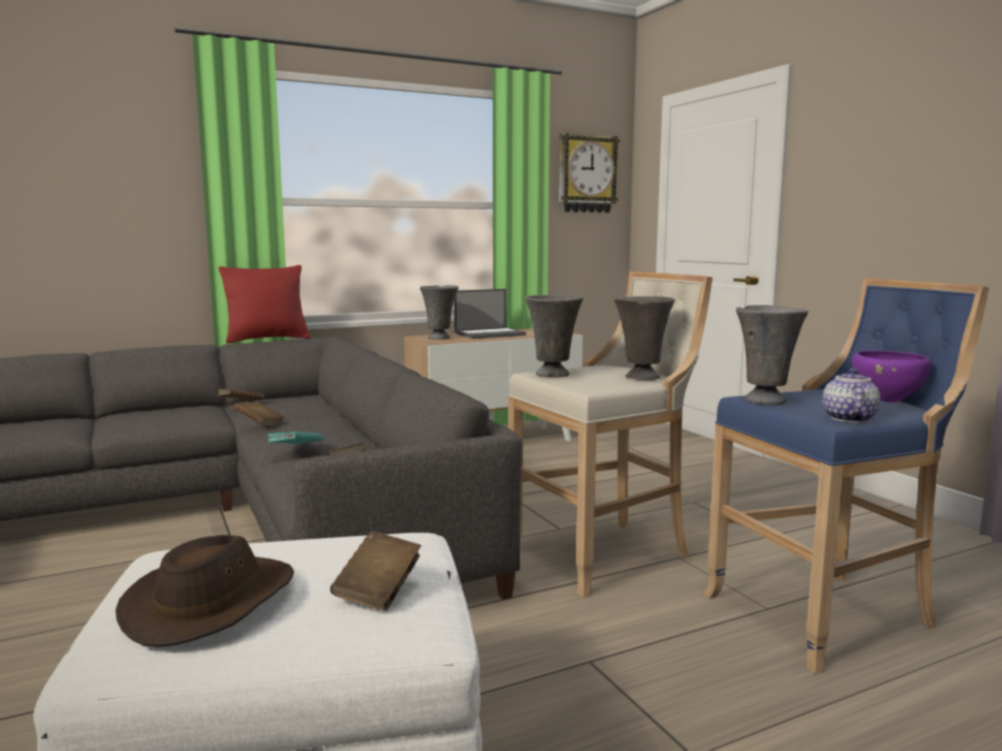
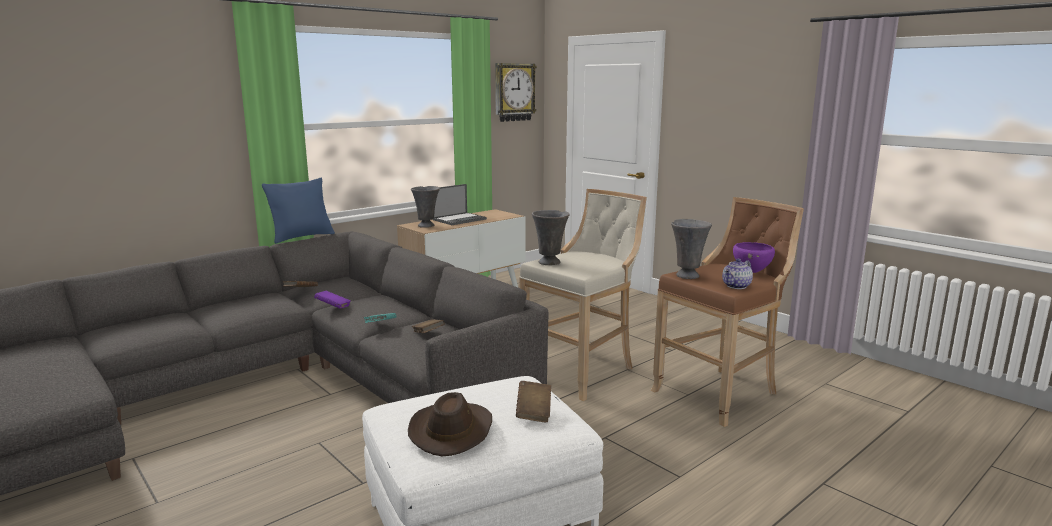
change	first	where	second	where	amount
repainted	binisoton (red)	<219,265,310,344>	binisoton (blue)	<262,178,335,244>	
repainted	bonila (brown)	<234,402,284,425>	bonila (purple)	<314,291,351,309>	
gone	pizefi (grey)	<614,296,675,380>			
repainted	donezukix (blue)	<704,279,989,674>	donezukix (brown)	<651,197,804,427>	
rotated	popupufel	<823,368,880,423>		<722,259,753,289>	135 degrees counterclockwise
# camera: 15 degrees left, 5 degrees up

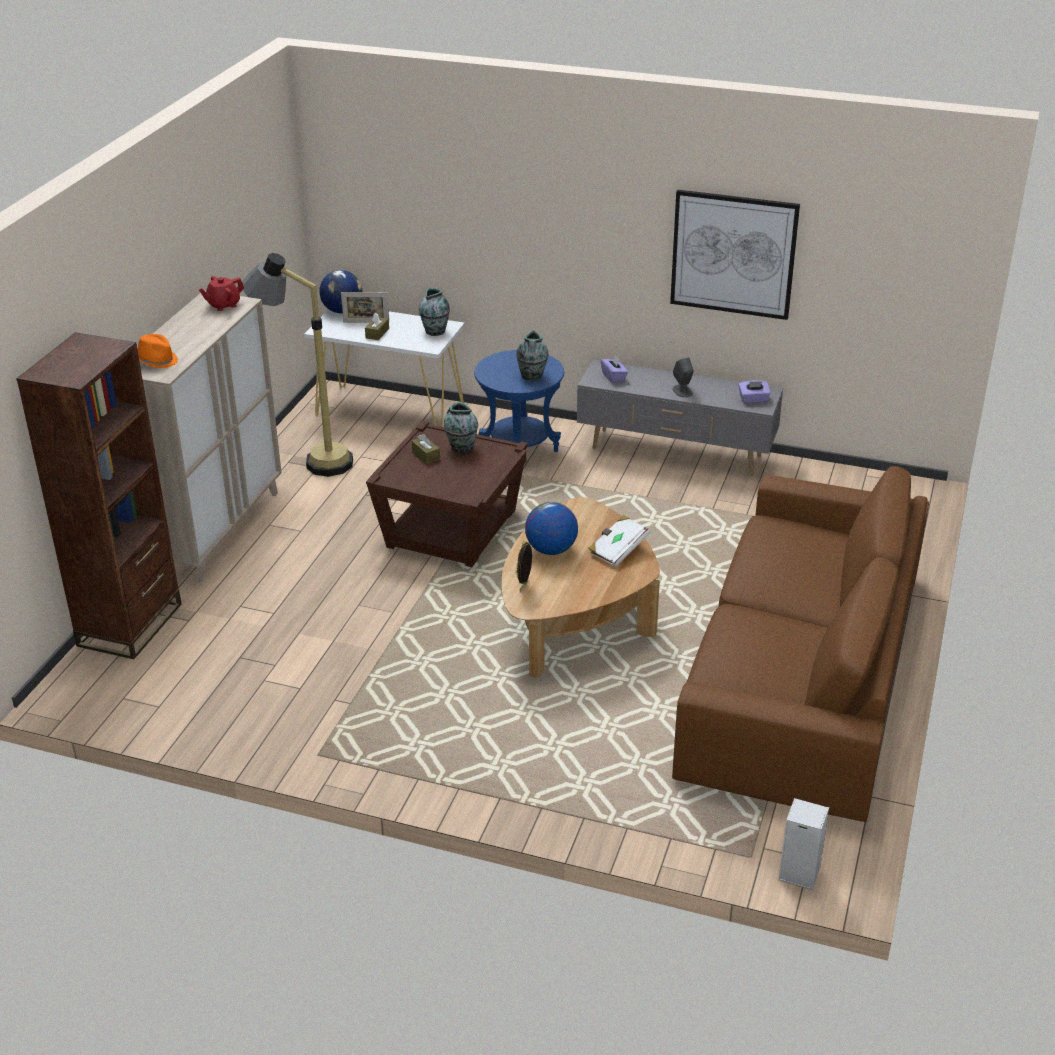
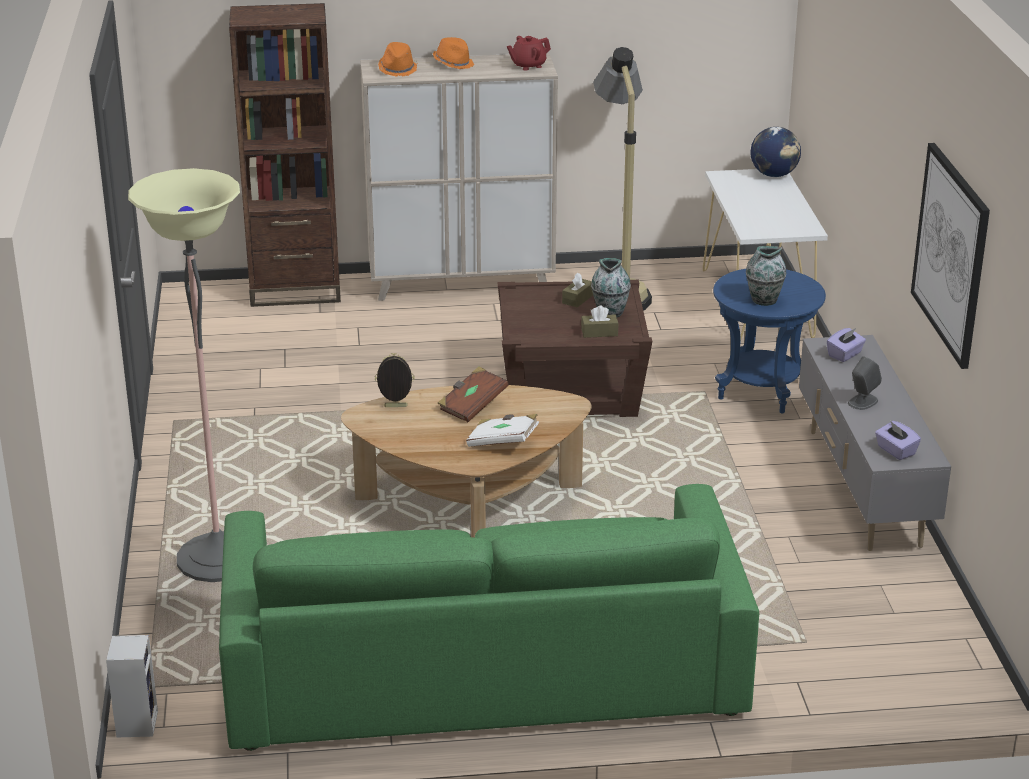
change	first	where	second	where	amount
rotated	popupufel (red)	<199,276,244,311>		<507,36,551,71>	60 degrees counterclockwise
gone	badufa	<341,292,389,323>			
shifted	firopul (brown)	<365,313,389,340>		<581,305,619,338>	
gone	pizefi	<419,288,450,336>			
swapped	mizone	<525,502,578,555>	bonila (brown)	<438,366,509,422>	
repainted	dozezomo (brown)	<672,466,929,822>	dozezomo (green)	<219,484,759,751>	
new			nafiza	<128,168,240,582>	
new			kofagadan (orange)	<433,37,474,69>	
# camera: 65 degrees right, 5 degrees down

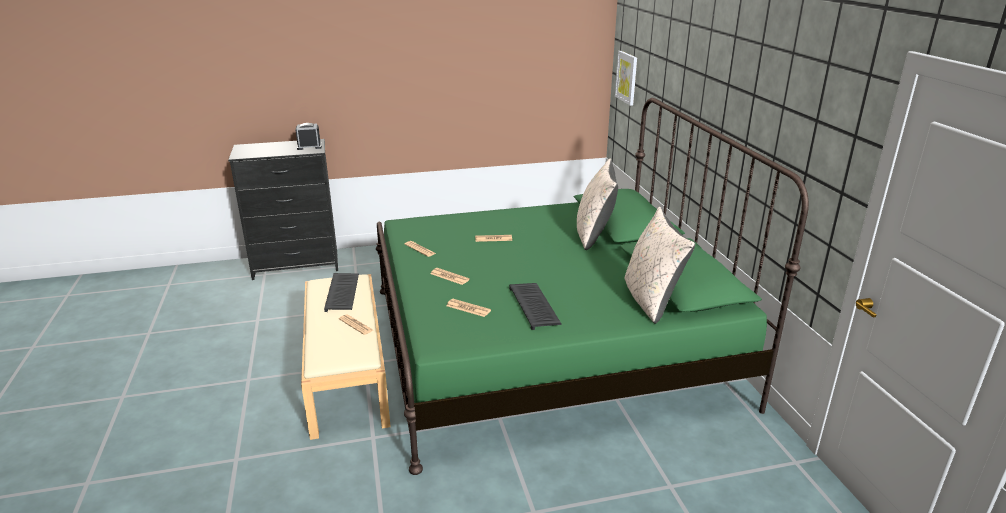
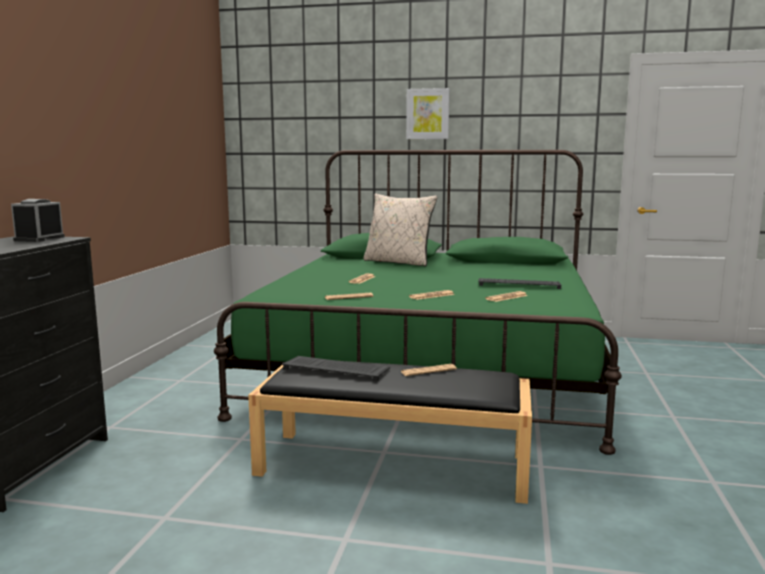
change	first	where	second	where	amount
repainted	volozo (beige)	<301,274,391,440>	volozo (black)	<248,361,532,504>	
shifted	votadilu	<615,51,637,106>		<406,88,450,139>	
gone	binisoton (beige)	<624,207,695,324>			
# camera: 65 degrees left, 15 degrees down

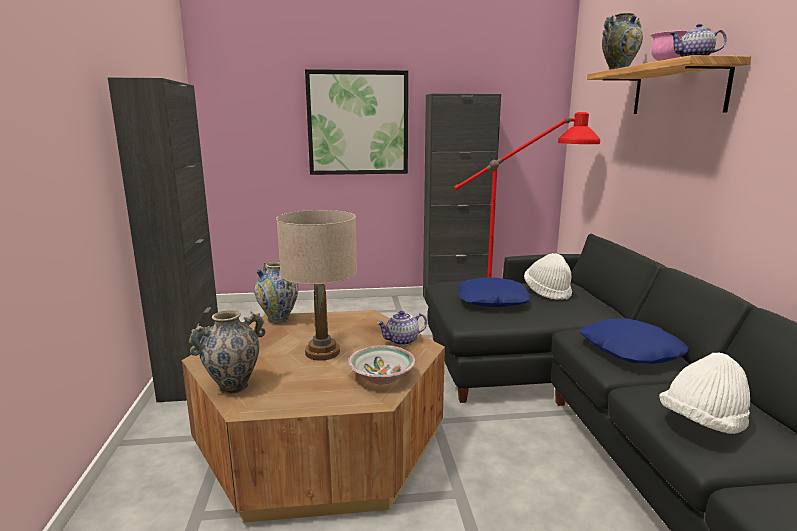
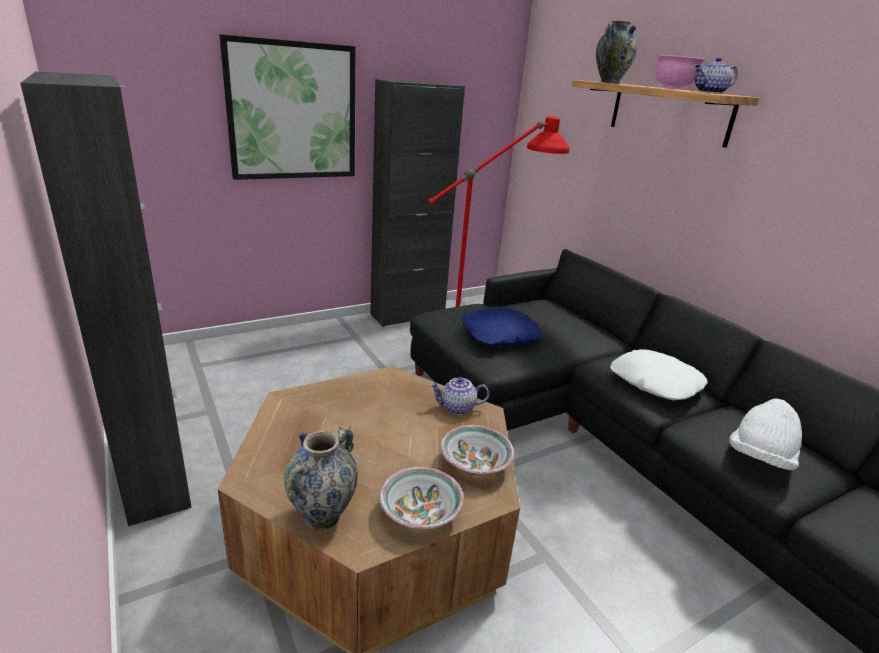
change	first	where	second	where	amount
gone	pizefi	<254,261,298,324>			
gone	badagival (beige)	<276,210,357,360>			
rotated	popupufel	<376,311,427,346>		<429,377,489,415>	45 degrees clockwise
gone	kofagadan (white)	<524,253,572,300>			
repainted	binisoton (blue)	<580,318,689,364>	binisoton (white)	<611,349,708,401>	
new			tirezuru	<379,467,464,529>	
# camera: 25 degrees left, 10 degrees up

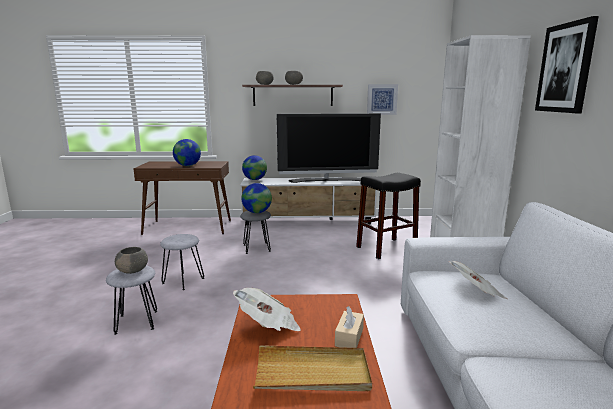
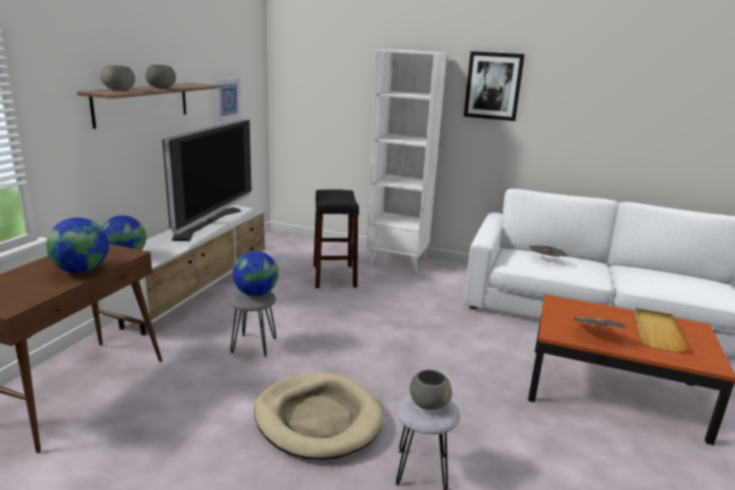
change	first	where	second	where	amount
swapped	donezukix (grey)	<160,234,204,290>	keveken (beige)	<254,373,384,460>	
gone	firopul (beige)	<335,306,364,348>			
# camera: 70 degrees left, 5 degrees up

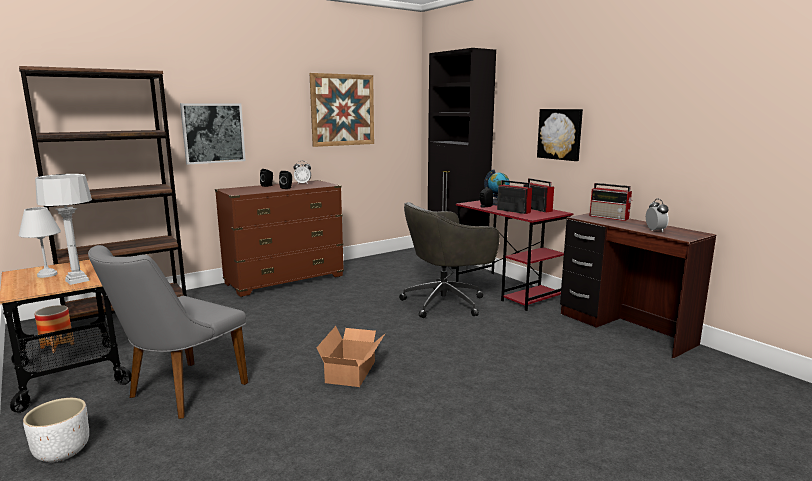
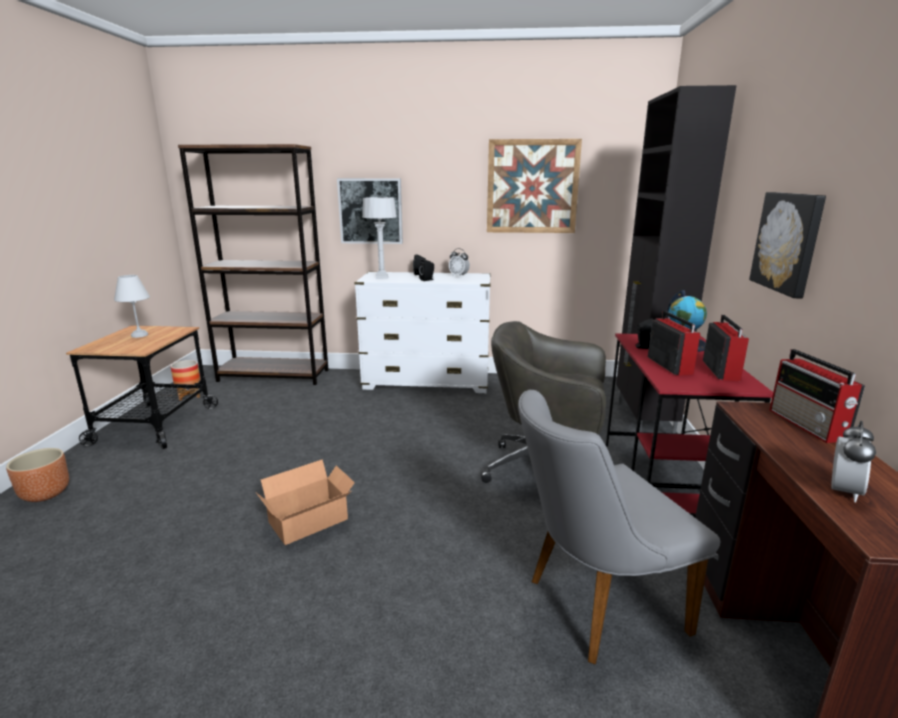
change	first	where	second	where	amount
repainted	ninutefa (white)	<23,398,89,462>	ninutefa (brown)	<6,448,69,502>	
shifted	badagival (grey)	<35,174,92,285>		<362,197,397,279>	
shifted	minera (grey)	<88,245,248,419>		<518,390,721,665>	
repainted	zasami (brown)	<215,180,344,297>	zasami (white)	<355,272,491,393>	
# camera: 40 degrees right, 5 degrees up

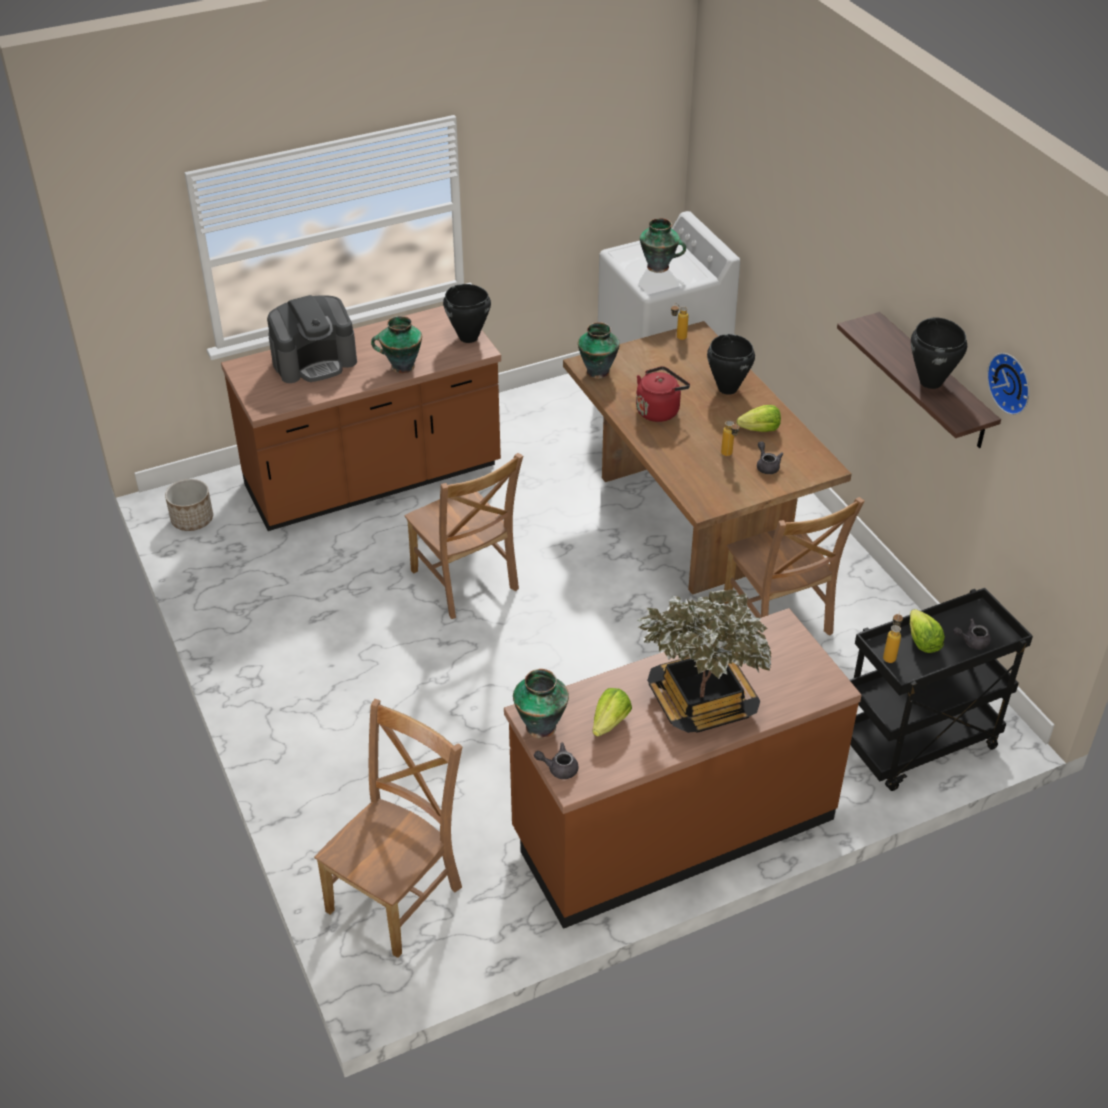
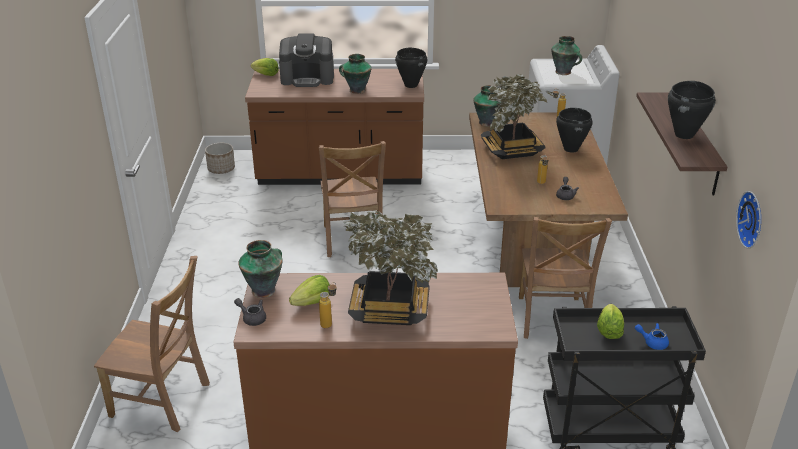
change	first	where	second	where	amount
rotated	minera (brown)	<314,699,462,958>		<94,256,210,432>	45 degrees clockwise
swapped	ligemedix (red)	<636,366,690,422>	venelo	<481,74,553,159>	
shifted	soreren	<737,405,781,432>		<251,58,279,76>	
shifted	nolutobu	<883,612,903,663>		<319,282,336,328>	
repainted	popupufel (grey)	<953,618,991,650>	popupufel (blue)	<635,323,669,350>	
shifted	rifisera	<987,353,1029,415>		<736,191,761,249>	
# camera: 25 degrees right, 10 degrees down

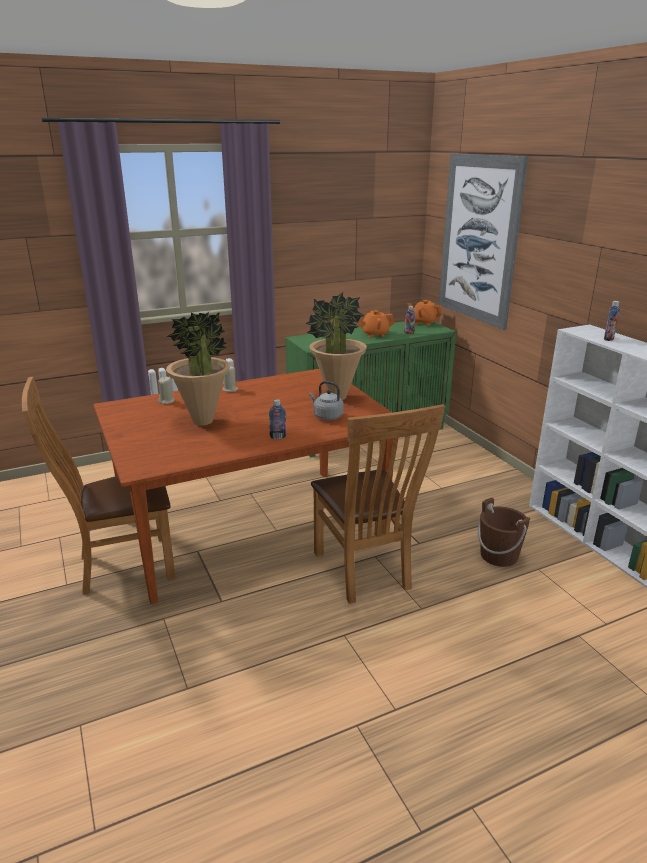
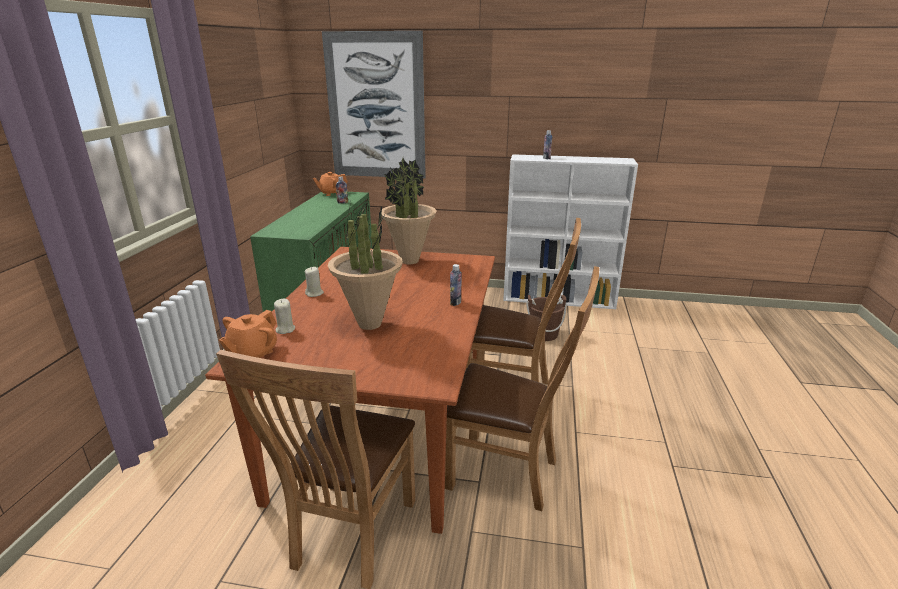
change	first	where	second	where	amount
gone	ligemedix (grey)	<309,381,344,420>			
shifted	popupufel (orange)	<358,310,394,337>		<219,310,277,358>	
new			minera (brown)	<445,266,599,511>	
# camera: 55 degrees left, 0 degrees up

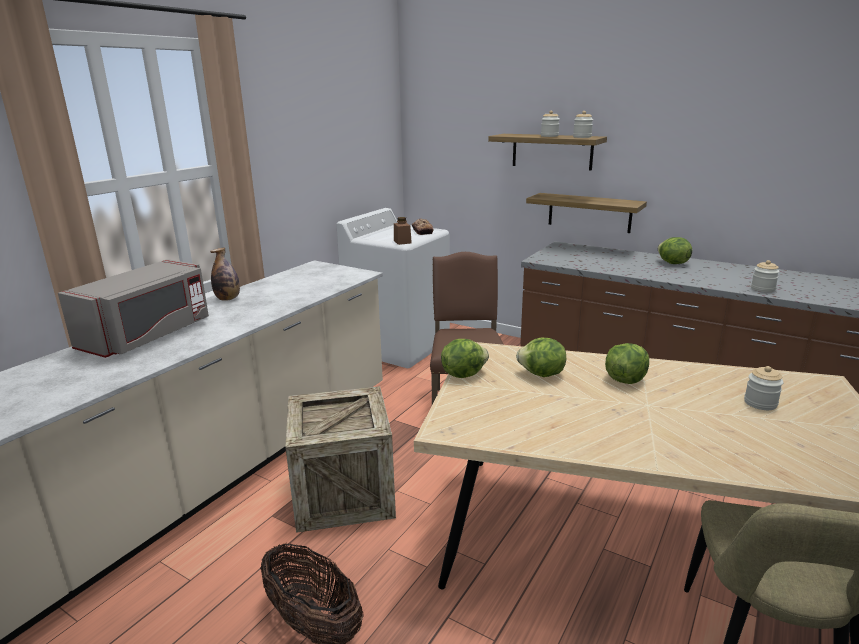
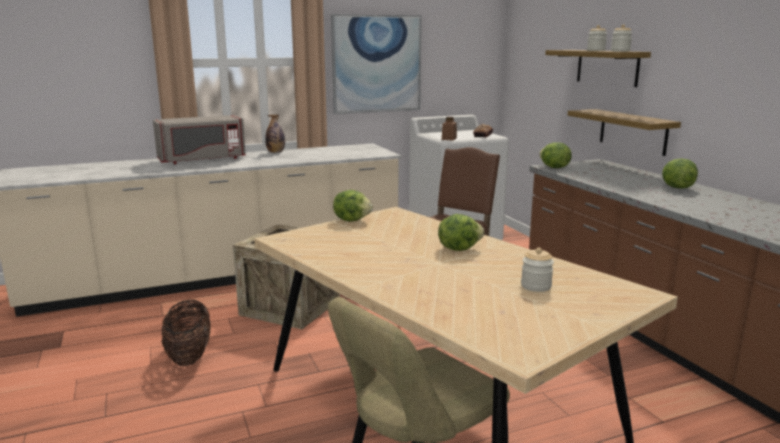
change	first	where	second	where	amount
shifted	soreren	<516,338,566,377>		<539,142,572,168>	
gone	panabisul	<751,260,780,292>			
new			votadilu	<331,14,422,114>	
# camera: 35 degrees right, 5 degrees down

